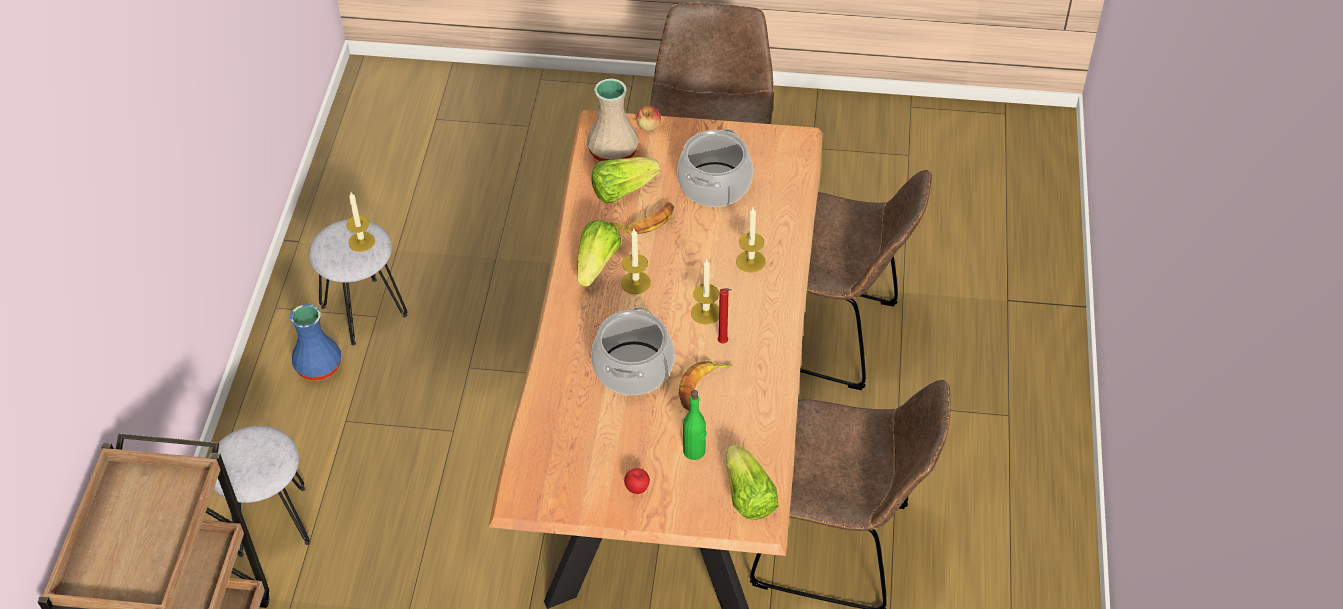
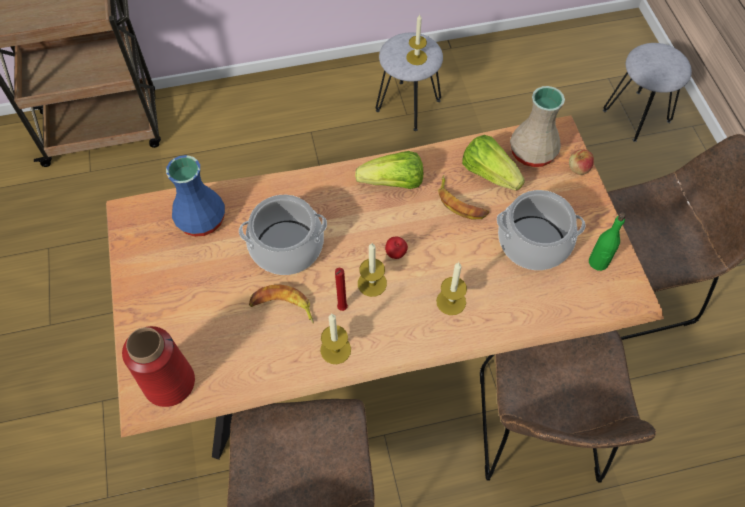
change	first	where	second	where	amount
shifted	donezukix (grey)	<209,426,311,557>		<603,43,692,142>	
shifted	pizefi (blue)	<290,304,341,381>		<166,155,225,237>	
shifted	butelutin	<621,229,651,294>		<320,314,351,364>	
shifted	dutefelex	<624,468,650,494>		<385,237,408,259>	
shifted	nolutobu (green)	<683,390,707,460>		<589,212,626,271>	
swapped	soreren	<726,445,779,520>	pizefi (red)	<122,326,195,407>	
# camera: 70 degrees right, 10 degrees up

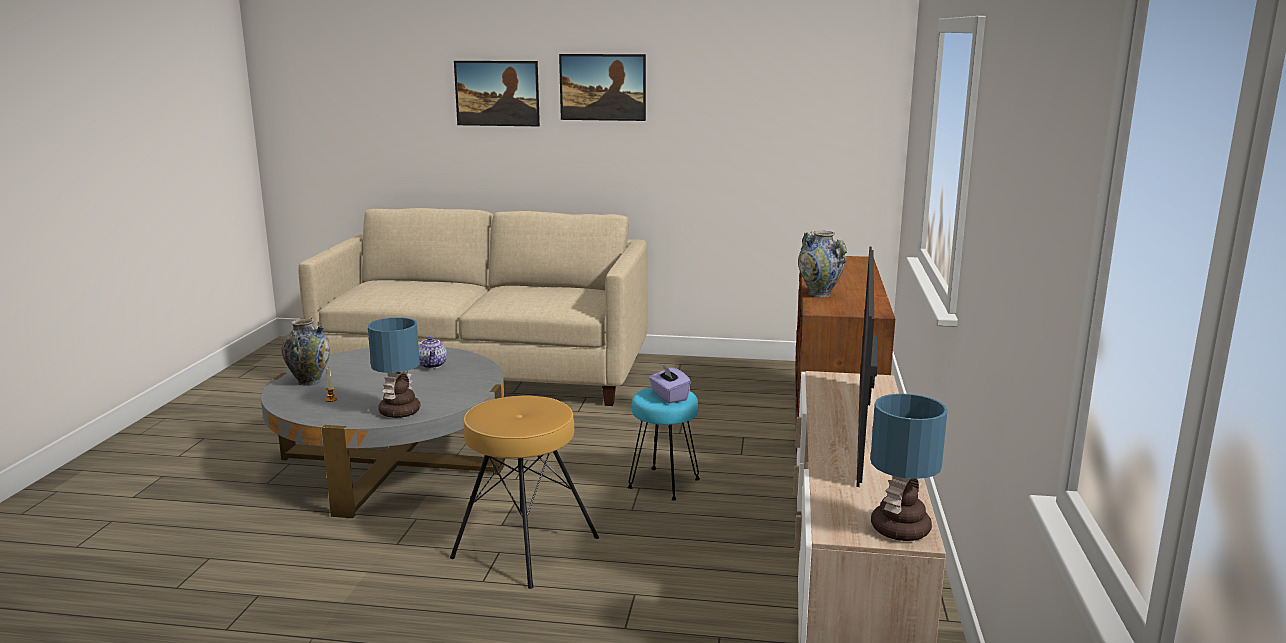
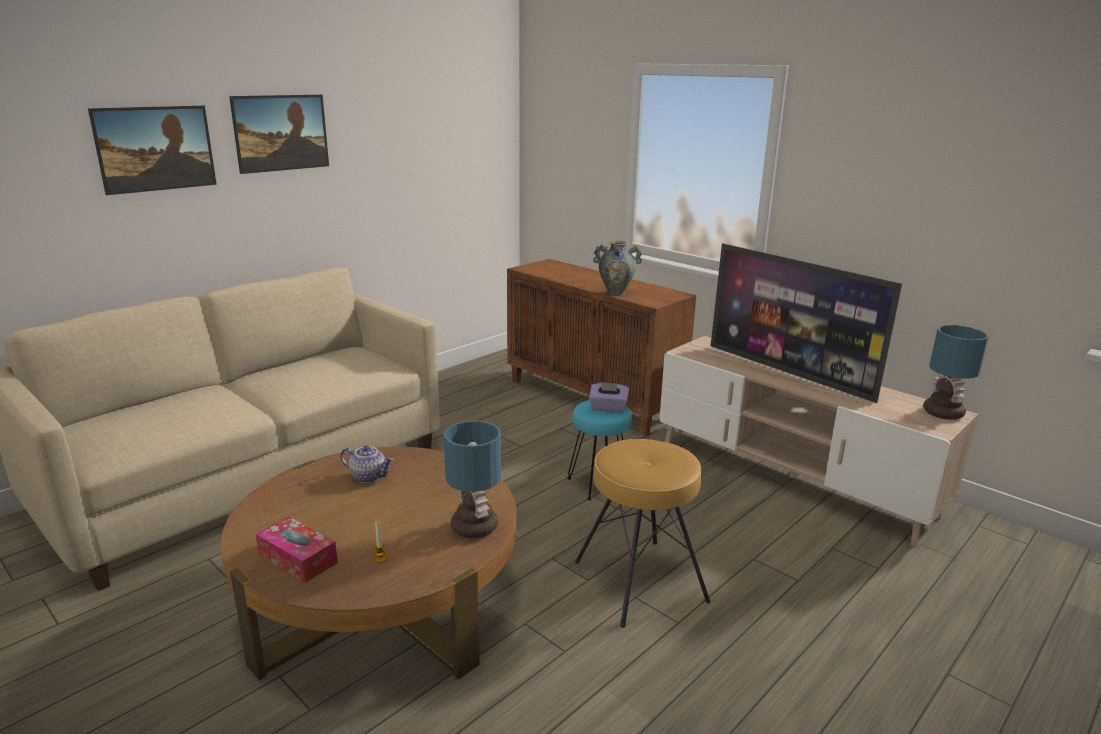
change	first	where	second	where	amount
repainted	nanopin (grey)	<261,347,505,518>	nanopin (brown)	<221,447,516,680>	
swapped	pizefi	<282,318,331,386>	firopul	<255,516,338,583>	
# camera: 55 degrees left, 5 degrees up

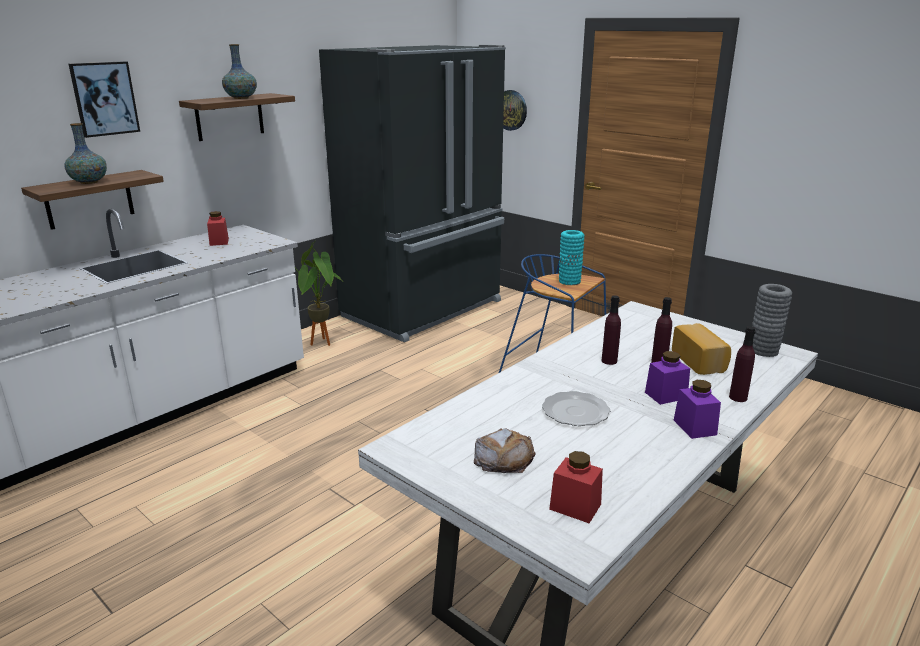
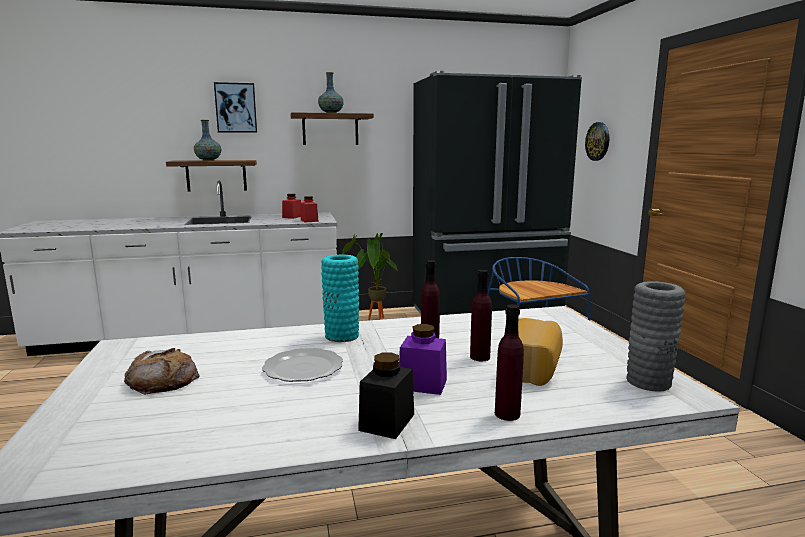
change	first	where	second	where	amount
shifted	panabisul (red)	<549,451,603,523>		<301,196,319,223>	
shifted	pizefi (turquoise)	<559,230,584,285>		<321,255,359,342>	
repainted	panabisul (purple)	<674,380,721,439>	panabisul (black)	<358,353,414,439>	
# camera: 35 degrees right, 10 degrees down

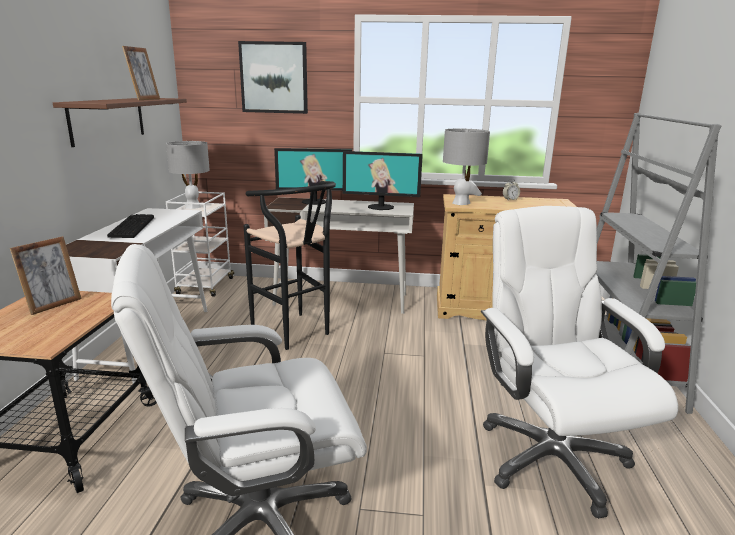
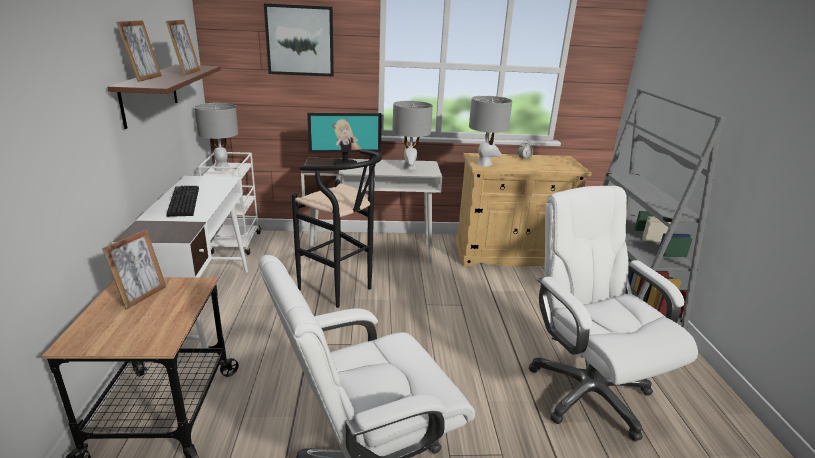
change	first	where	second	where	amount
swapped	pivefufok	<343,151,423,210>	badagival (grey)	<392,101,433,170>	
new			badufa	<116,20,162,82>	
# camera: 10 degrees left, 5 degrees up

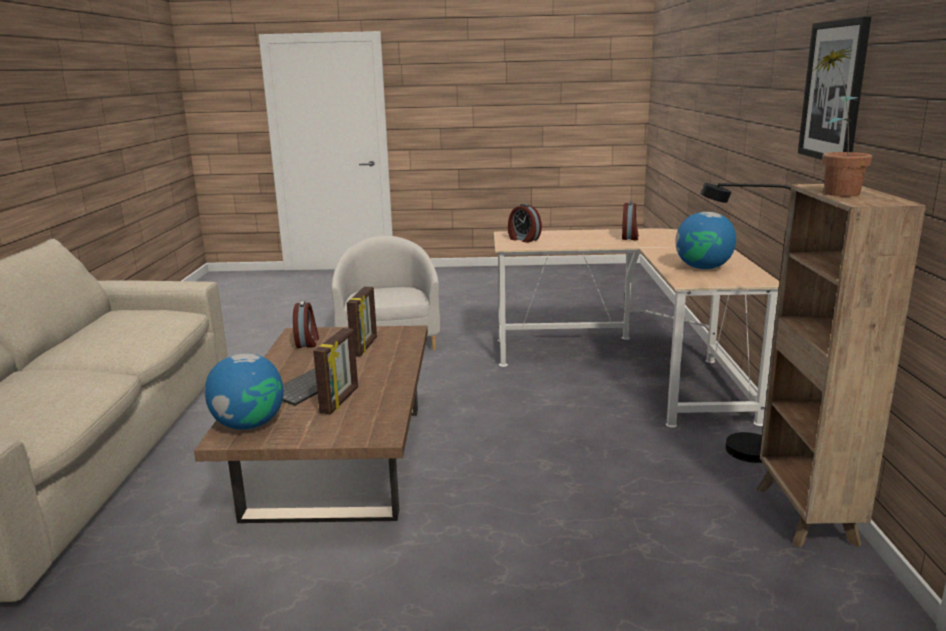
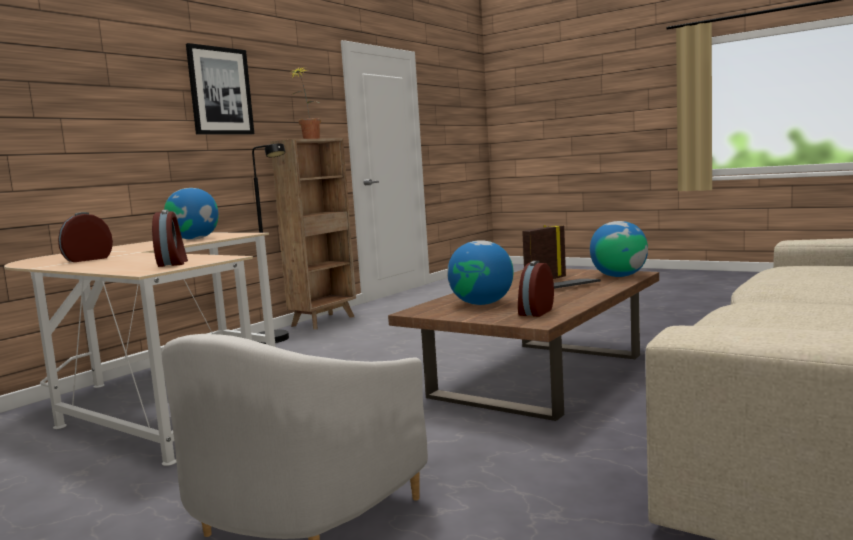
change	first	where	second	where	amount
swapped	badufa	<347,287,377,356>	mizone	<447,240,513,305>	
# camera: 145 degrees left, 10 degrees down

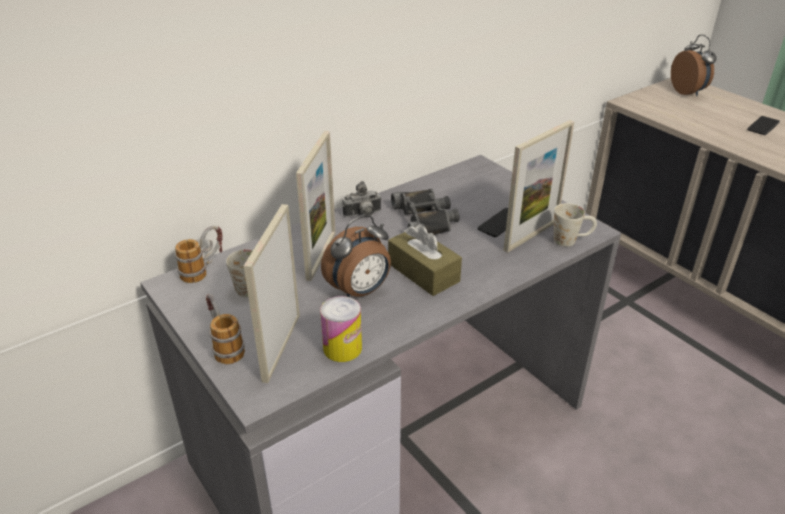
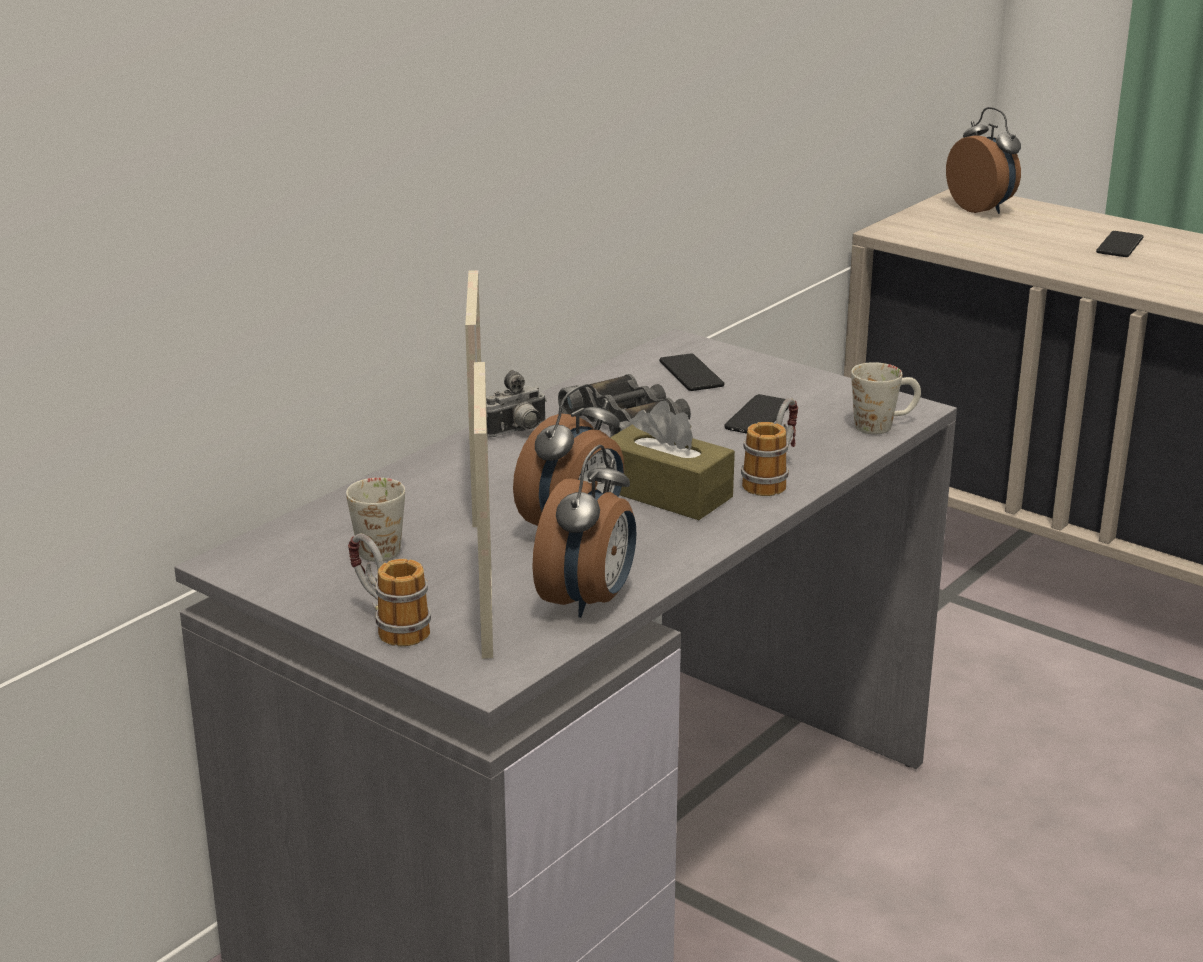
change	first	where	second	where	amount
shifted	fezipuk	<175,226,223,283>		<741,398,798,496>	
swapped	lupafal	<320,296,362,362>	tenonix	<532,445,636,618>	
gone	badufa	<504,120,574,253>			
new			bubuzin	<659,353,724,391>	
# camera: 15 degrees left, 10 degrees down

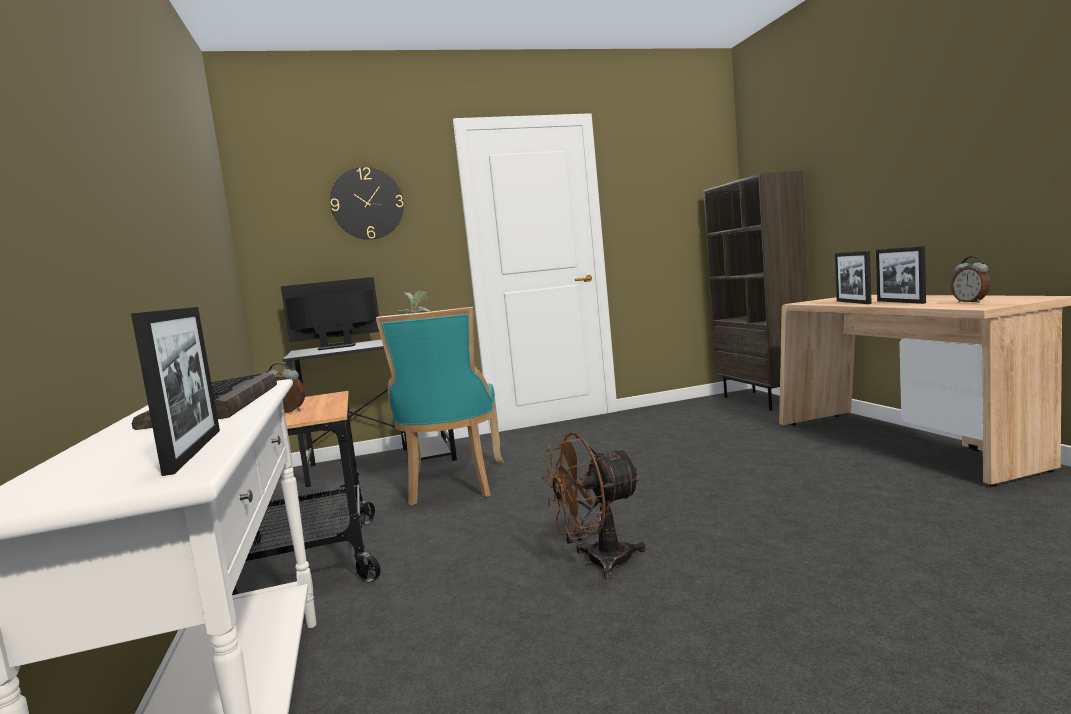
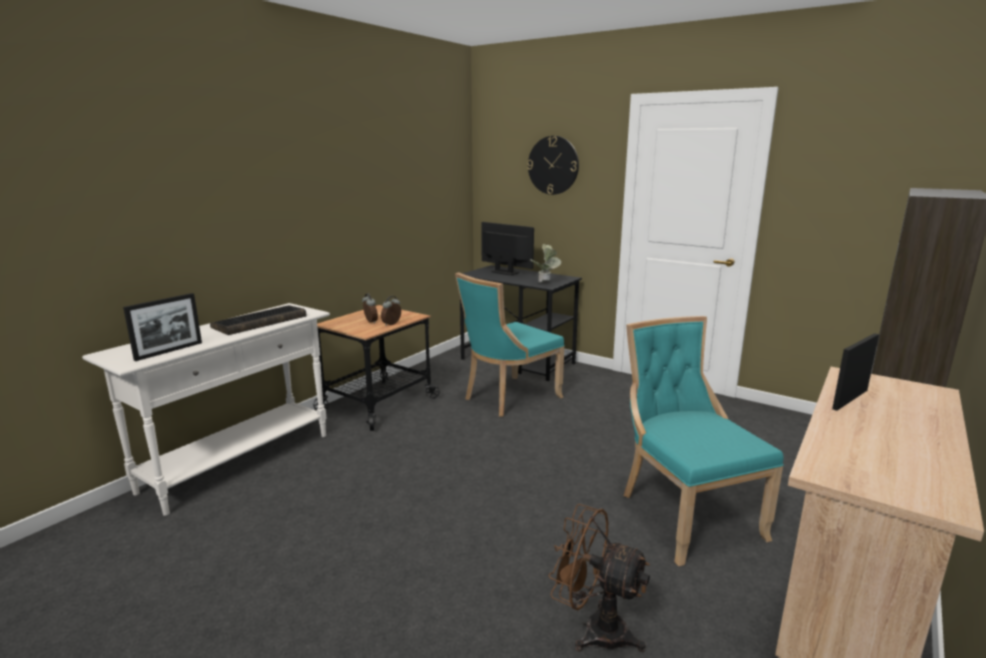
change	first	where	second	where	amount
shifted	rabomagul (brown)	<541,432,645,579>		<548,504,650,652>	
gone	badufa	<876,246,926,304>			
shifted	tenonix	<951,256,990,303>		<381,296,401,326>	
new			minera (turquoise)	<624,316,784,566>	
# camera: 50 degrees right, 10 degrees up

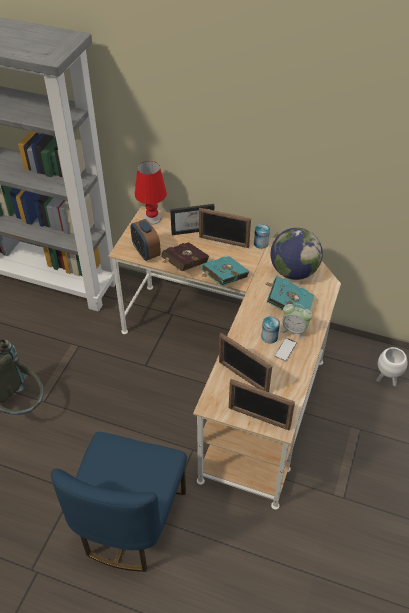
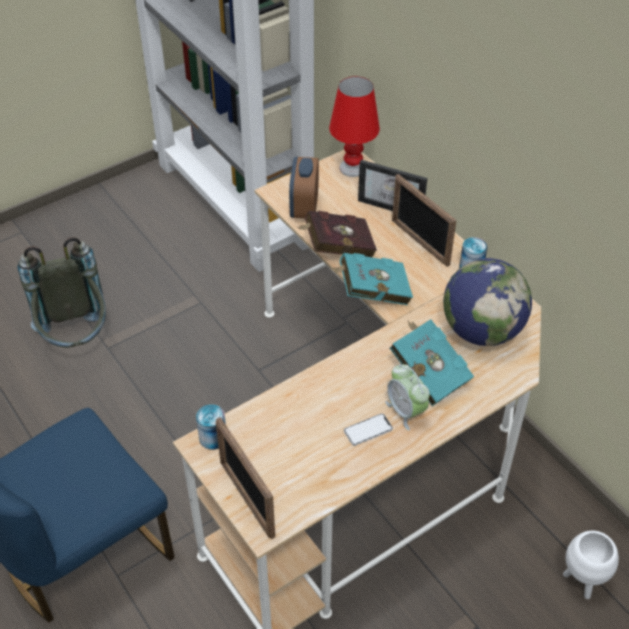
change	first	where	second	where	amount
gone	badufa	<219,333,272,392>			
shifted	lupafal	<261,316,280,343>		<196,404,226,450>	
# camera: 35 degrees right, 0 degrees up

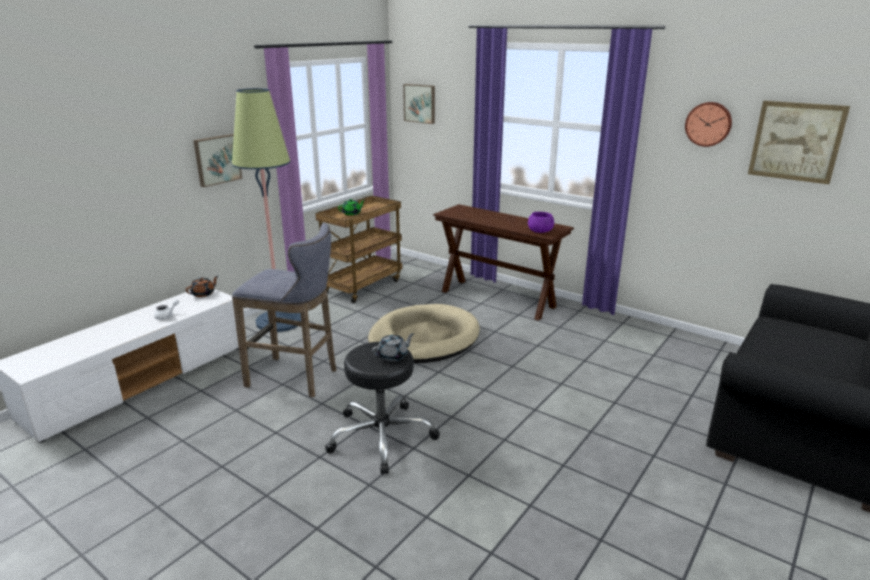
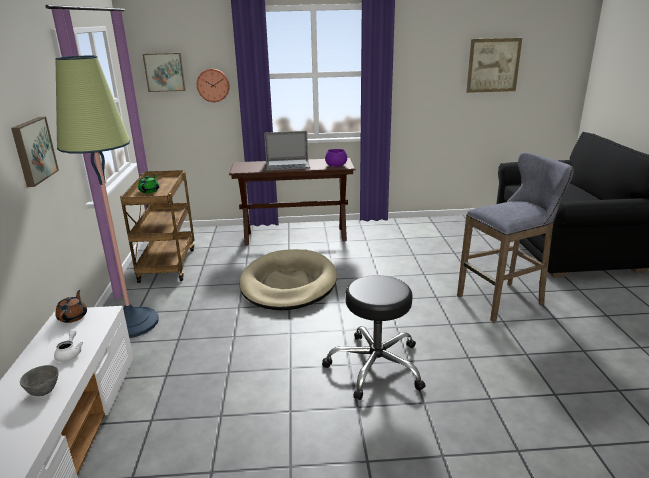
change	first	where	second	where	amount
shifted	donezukix (grey)	<232,223,336,398>		<457,152,574,322>	
gone	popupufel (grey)	<372,333,414,361>			
shifted	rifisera	<685,102,732,147>		<197,69,229,102>	
new			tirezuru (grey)	<20,365,58,396>	
new			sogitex	<264,131,310,171>	
# camera: 40 degrees left, 0 degrees up

